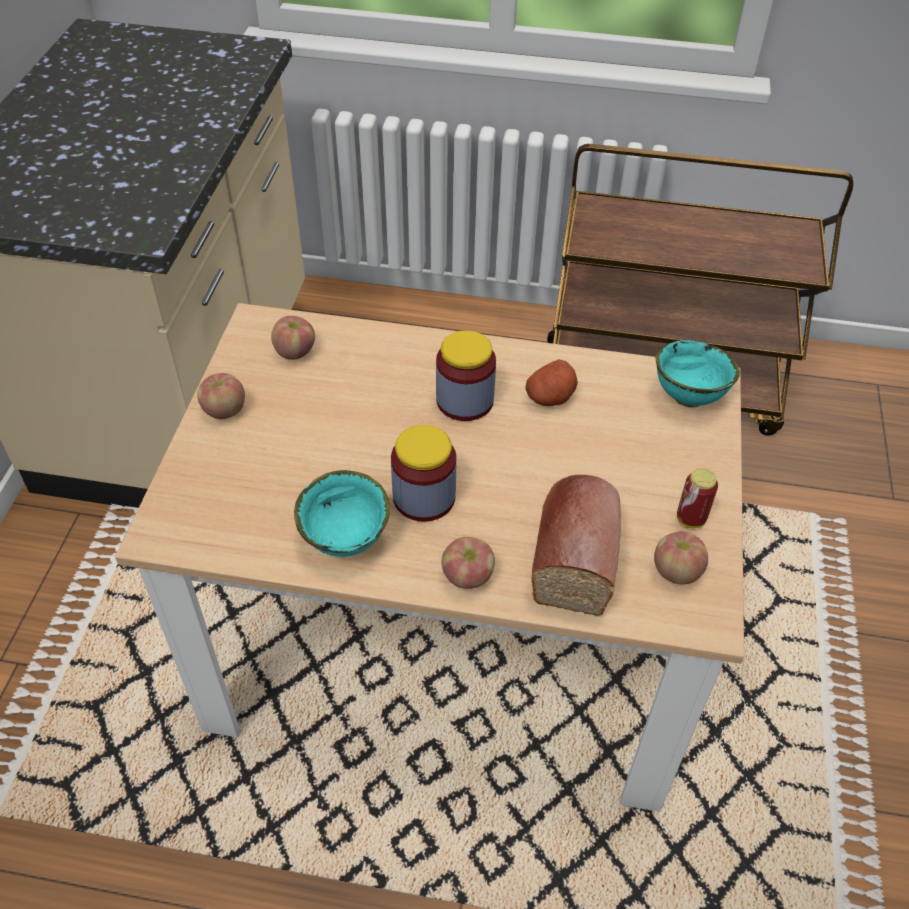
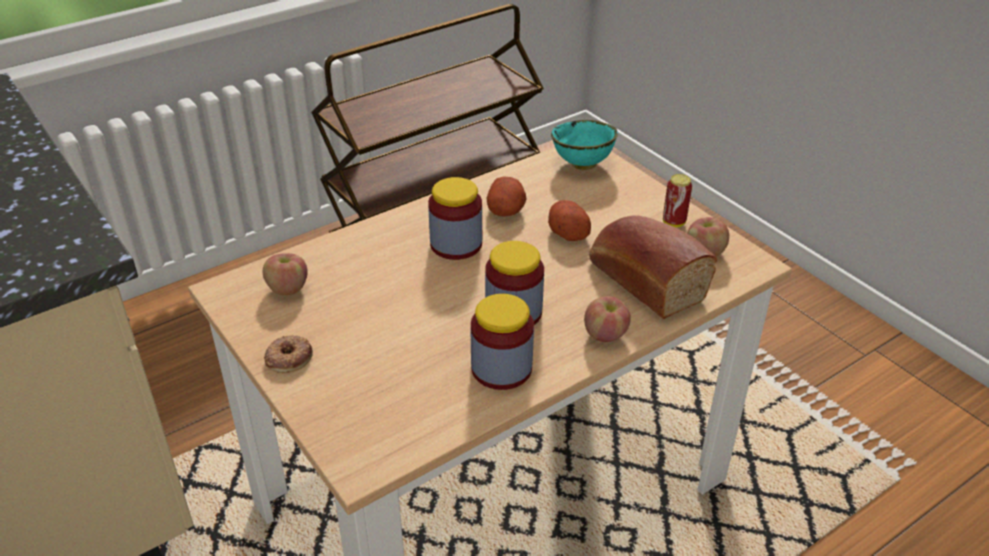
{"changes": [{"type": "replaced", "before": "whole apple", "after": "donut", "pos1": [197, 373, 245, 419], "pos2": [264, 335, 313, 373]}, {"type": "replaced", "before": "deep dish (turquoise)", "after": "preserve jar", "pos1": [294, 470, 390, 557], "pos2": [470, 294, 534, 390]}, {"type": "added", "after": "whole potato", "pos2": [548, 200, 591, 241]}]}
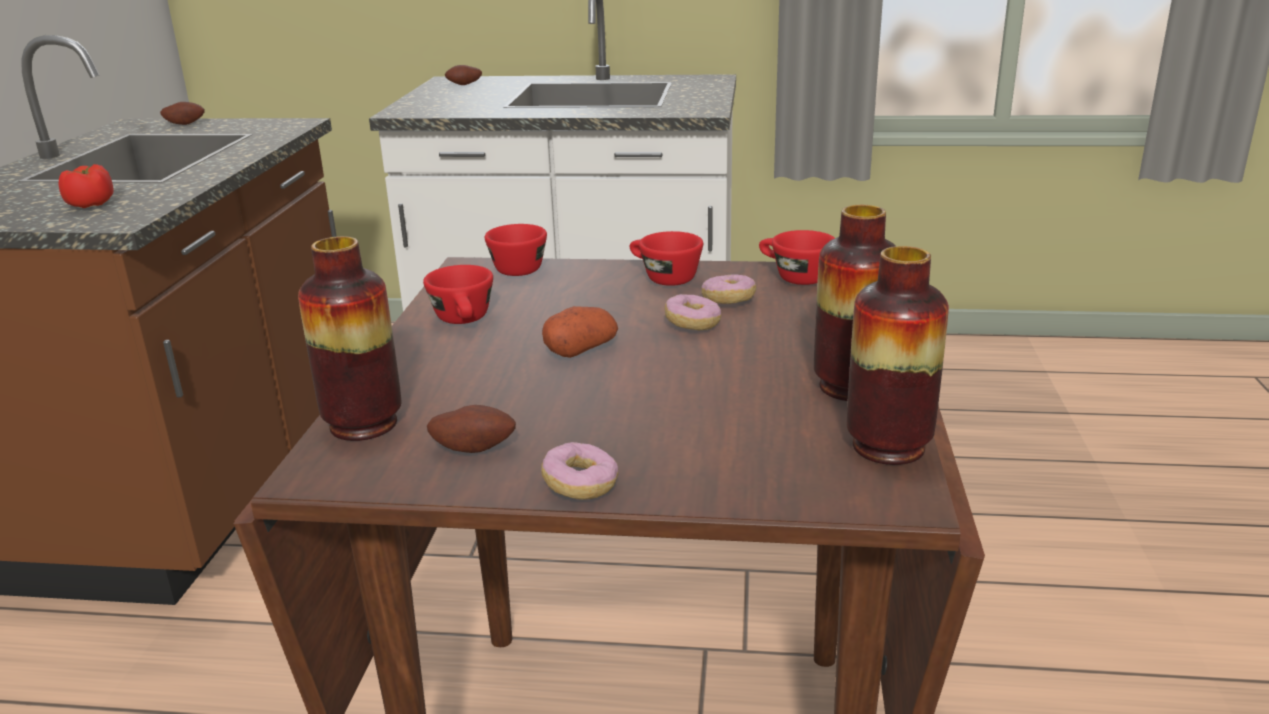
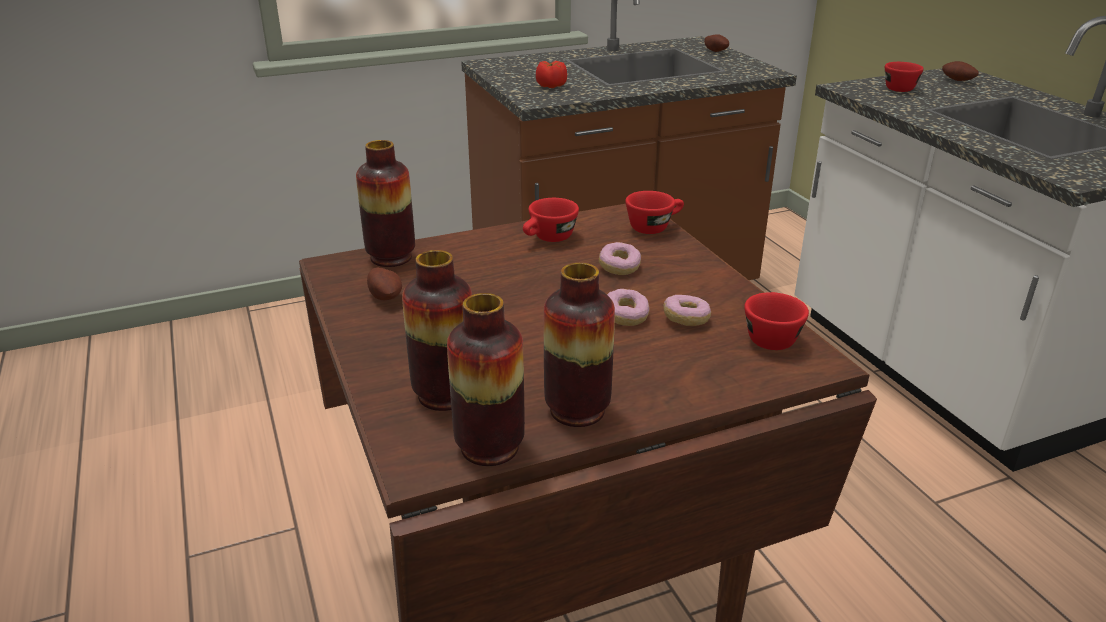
{"changes": [{"type": "moved", "before": "donut", "pos1": [541, 442, 618, 500], "pos2": [599, 242, 641, 275]}, {"type": "removed", "before": "whole potato", "pos1": [542, 306, 618, 358]}, {"type": "moved", "before": "cup (red-coloured)", "pos1": [630, 231, 703, 286], "pos2": [885, 62, 924, 92]}, {"type": "added", "after": "flower vase", "pos2": [402, 250, 472, 411]}]}
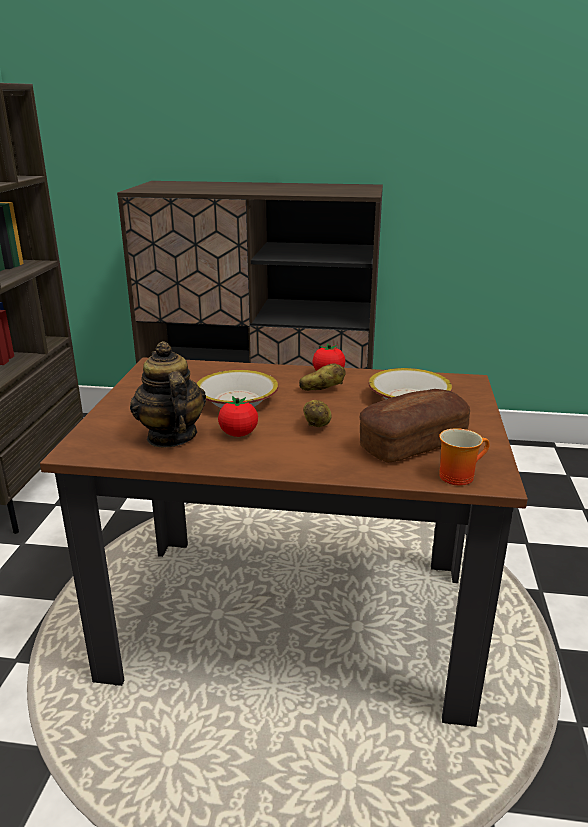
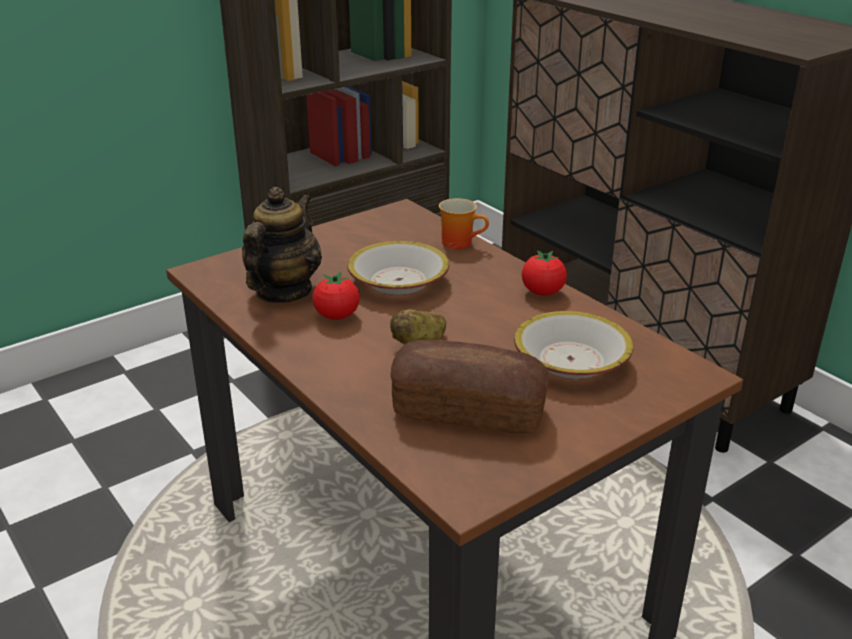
{"changes": [{"type": "removed", "before": "whole potato", "pos1": [299, 363, 346, 391]}, {"type": "moved", "before": "mug", "pos1": [439, 428, 490, 486], "pos2": [439, 198, 489, 249]}]}
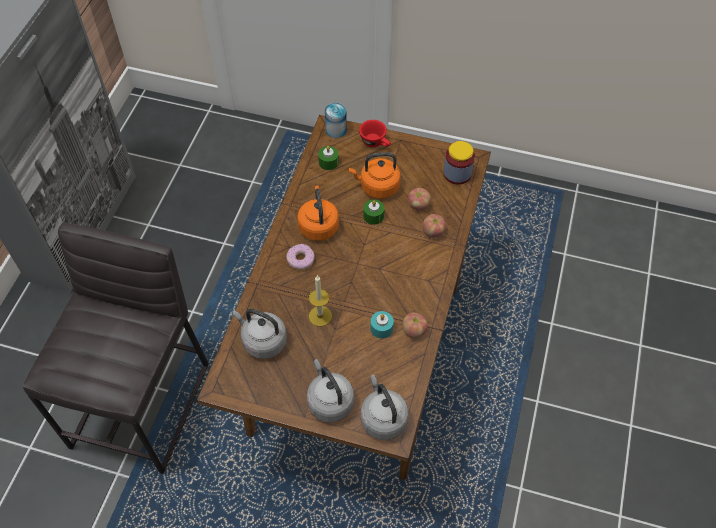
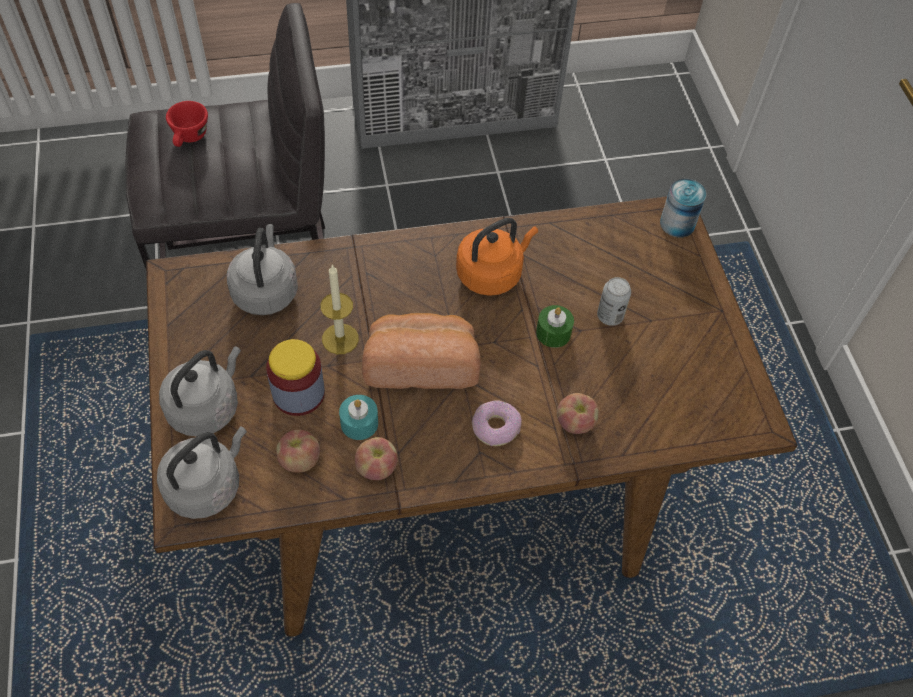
{"changes": [{"type": "moved", "before": "donut", "pos1": [286, 244, 315, 270], "pos2": [472, 401, 522, 446]}, {"type": "removed", "before": "wax light (greenish)", "pos1": [318, 146, 339, 170]}, {"type": "replaced", "before": "tea kettle (orangey)", "after": "sealed can", "pos1": [349, 152, 401, 199], "pos2": [597, 277, 631, 326]}, {"type": "moved", "before": "cup (red-coloured)", "pos1": [359, 120, 391, 147], "pos2": [166, 101, 208, 147]}, {"type": "moved", "before": "whole apple", "pos1": [408, 188, 431, 211], "pos2": [276, 429, 320, 472]}, {"type": "moved", "before": "preserve jar", "pos1": [443, 141, 475, 185], "pos2": [266, 339, 325, 416]}, {"type": "added", "after": "baked bread", "pos2": [362, 313, 481, 389]}]}
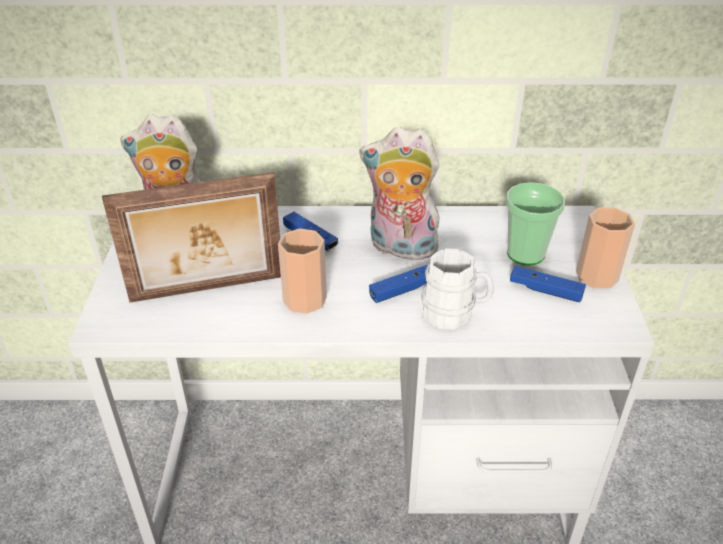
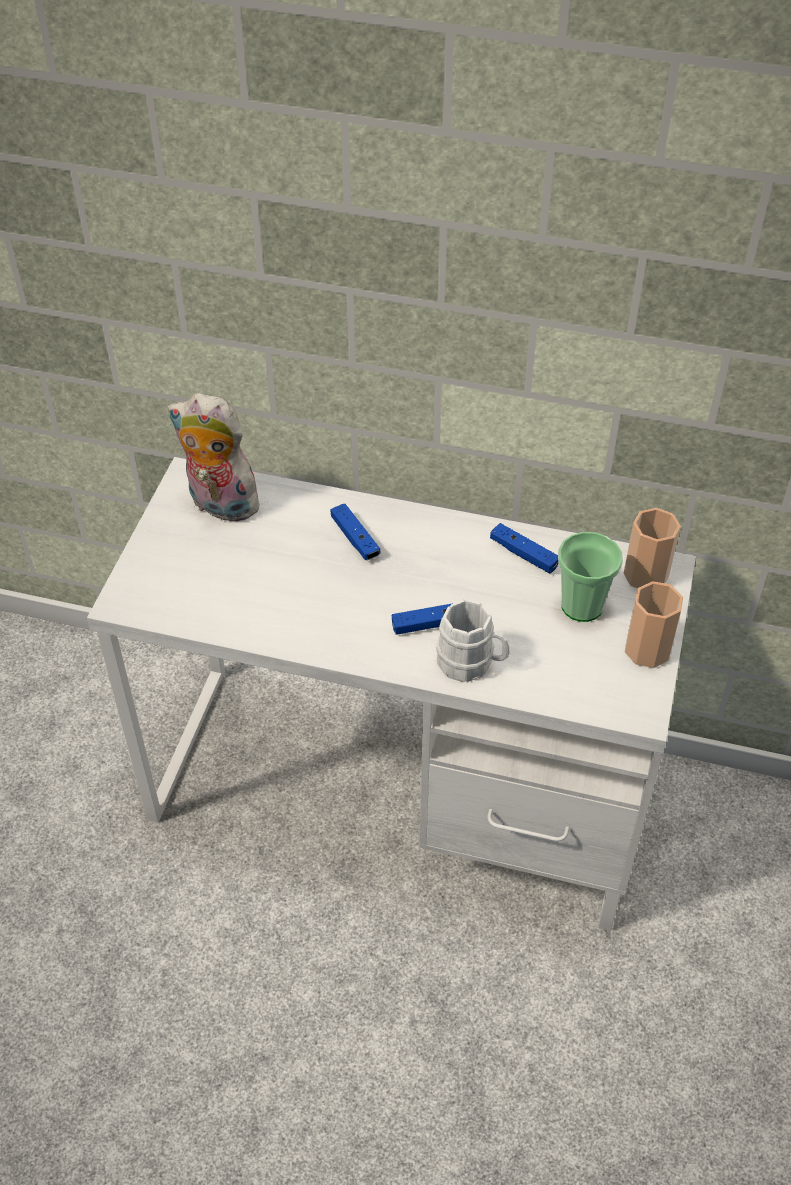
{"changes": [{"type": "removed", "before": "picture frame", "pos1": [102, 172, 281, 303]}, {"type": "moved", "before": "cup", "pos1": [278, 228, 327, 314], "pos2": [624, 508, 681, 589]}, {"type": "removed", "before": "cuddly toy", "pos1": [359, 127, 442, 264]}, {"type": "moved", "before": "gamepad (blue)", "pos1": [510, 266, 586, 302], "pos2": [490, 523, 558, 573]}]}
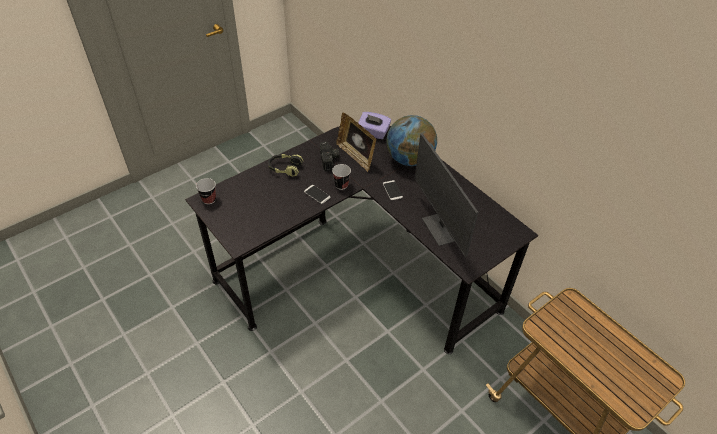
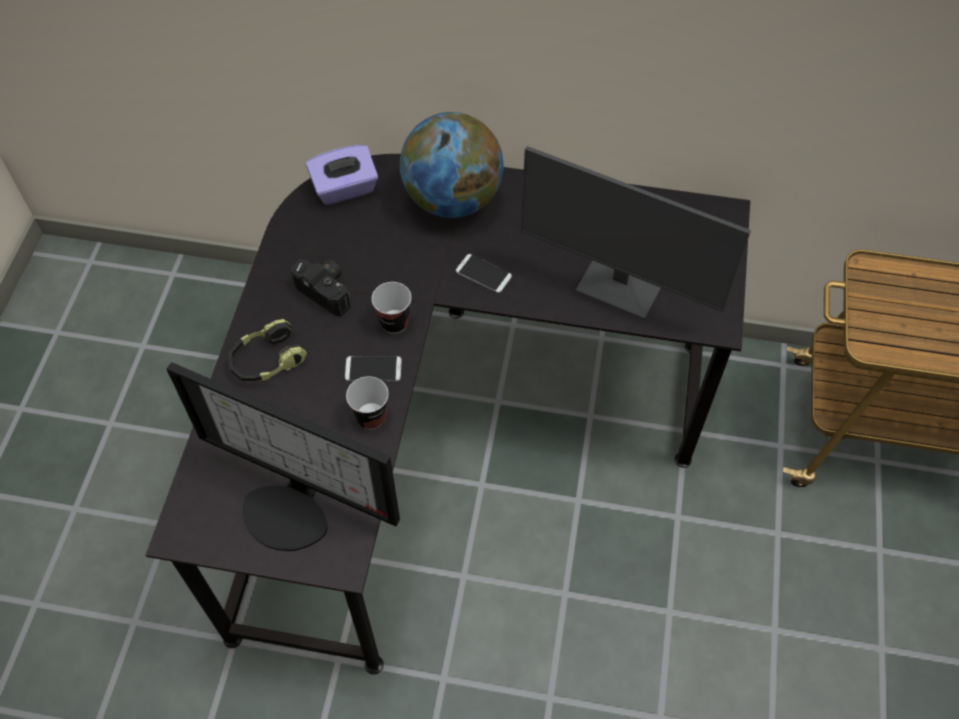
{"changes": [{"type": "moved", "before": "cup", "pos1": [196, 178, 216, 205], "pos2": [346, 376, 389, 429]}, {"type": "removed", "before": "picture frame", "pos1": [336, 113, 376, 172]}, {"type": "added", "after": "computer screen", "pos2": [167, 362, 400, 551]}]}
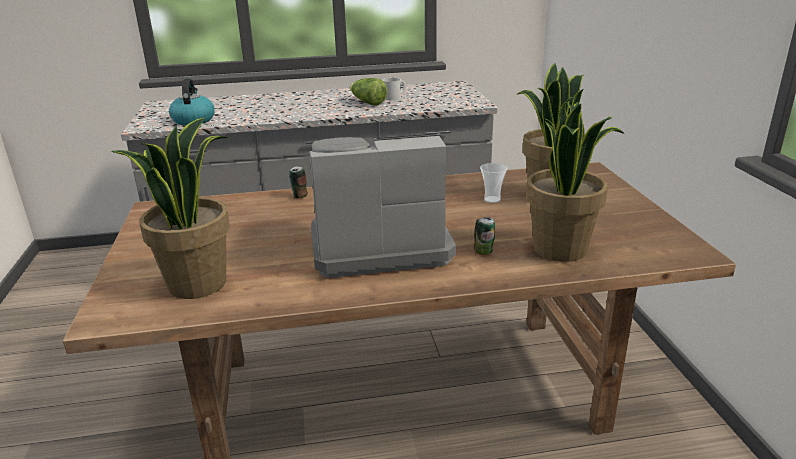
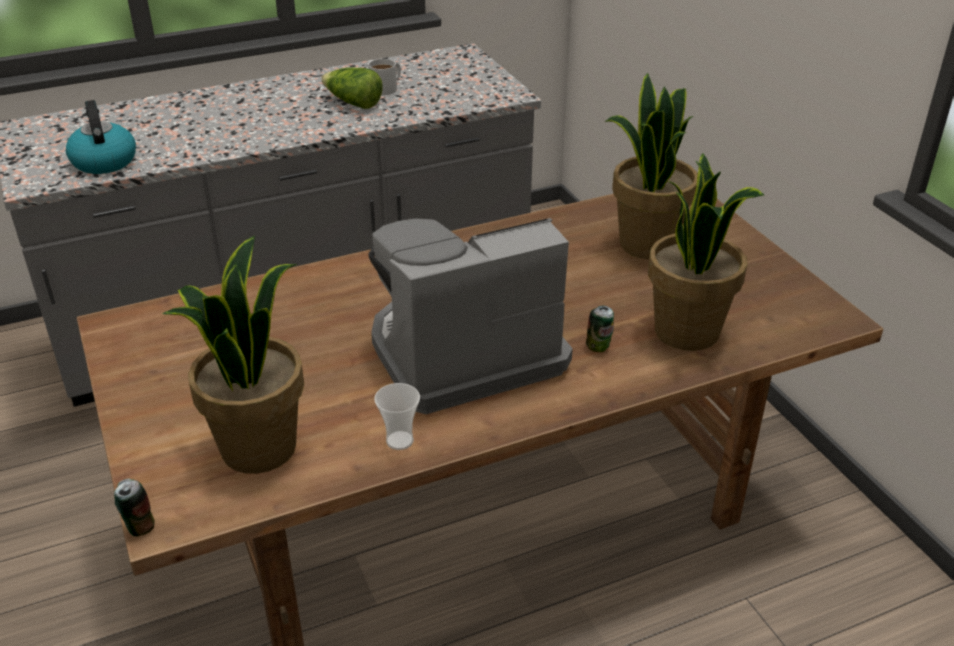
{"changes": [{"type": "moved", "before": "sealed can", "pos1": [289, 166, 308, 198], "pos2": [114, 479, 155, 537]}, {"type": "moved", "before": "cup", "pos1": [480, 163, 508, 203], "pos2": [374, 383, 420, 450]}]}
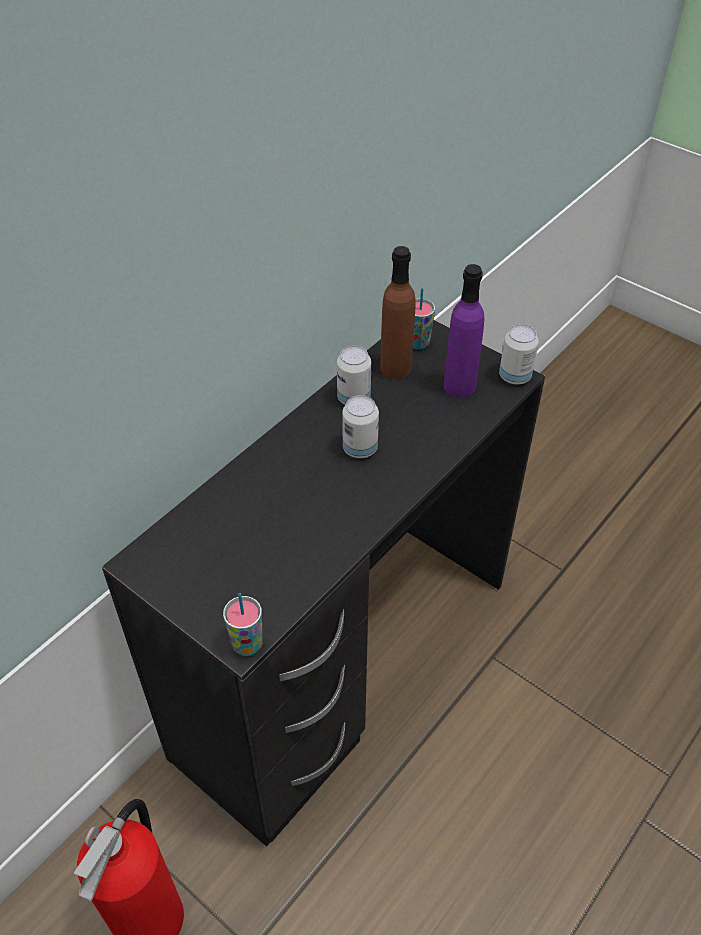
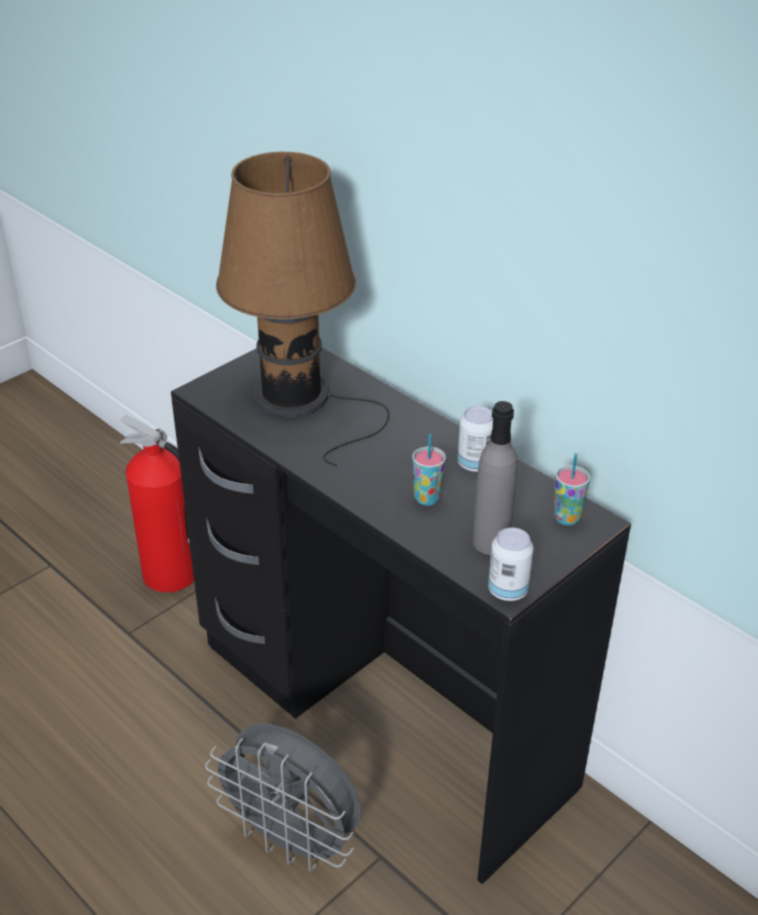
{"changes": [{"type": "moved", "before": "cup", "pos1": [223, 593, 262, 656], "pos2": [412, 434, 446, 506]}, {"type": "removed", "before": "sealed can", "pos1": [342, 395, 379, 458]}, {"type": "removed", "before": "beverage bottle (brown-coloured)", "pos1": [380, 246, 416, 379]}, {"type": "recoloured", "before": "beverage bottle (purple)", "after": "beverage bottle (gray)", "pos1": [444, 264, 484, 398], "pos2": [473, 401, 518, 555]}, {"type": "added", "after": "fan (gray)", "pos2": [205, 724, 361, 871]}, {"type": "added", "after": "tabletop lamp (brown-coloured)", "pos2": [216, 152, 390, 466]}]}
